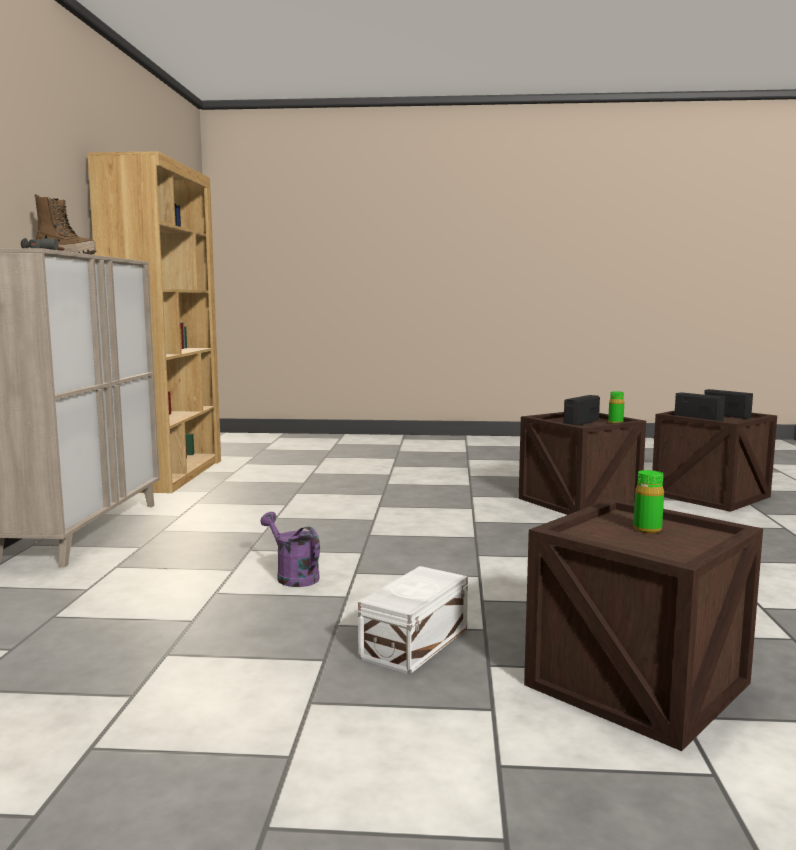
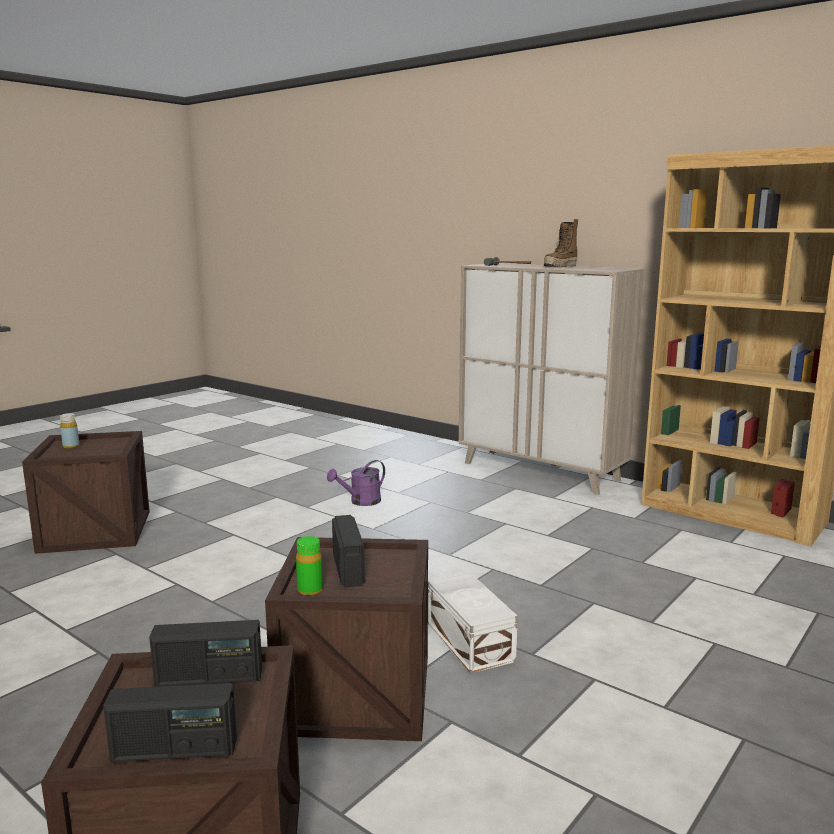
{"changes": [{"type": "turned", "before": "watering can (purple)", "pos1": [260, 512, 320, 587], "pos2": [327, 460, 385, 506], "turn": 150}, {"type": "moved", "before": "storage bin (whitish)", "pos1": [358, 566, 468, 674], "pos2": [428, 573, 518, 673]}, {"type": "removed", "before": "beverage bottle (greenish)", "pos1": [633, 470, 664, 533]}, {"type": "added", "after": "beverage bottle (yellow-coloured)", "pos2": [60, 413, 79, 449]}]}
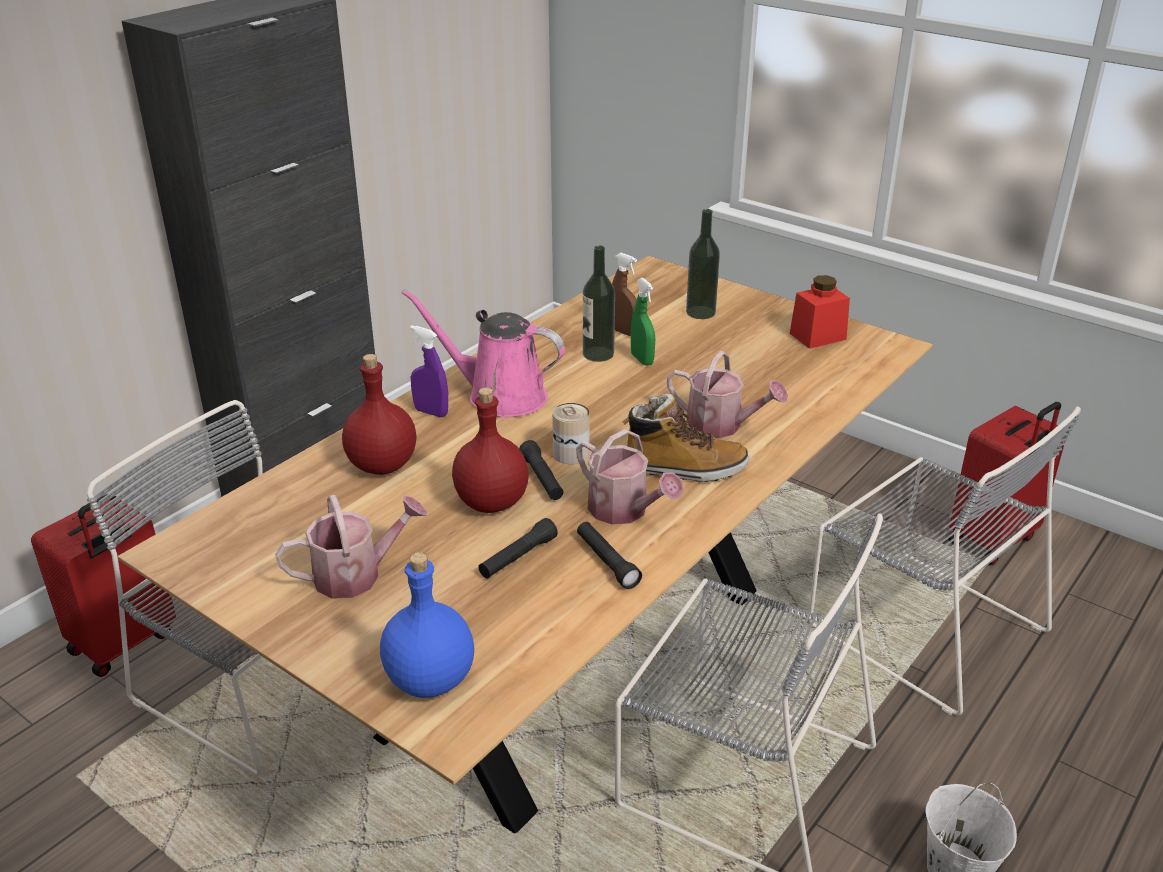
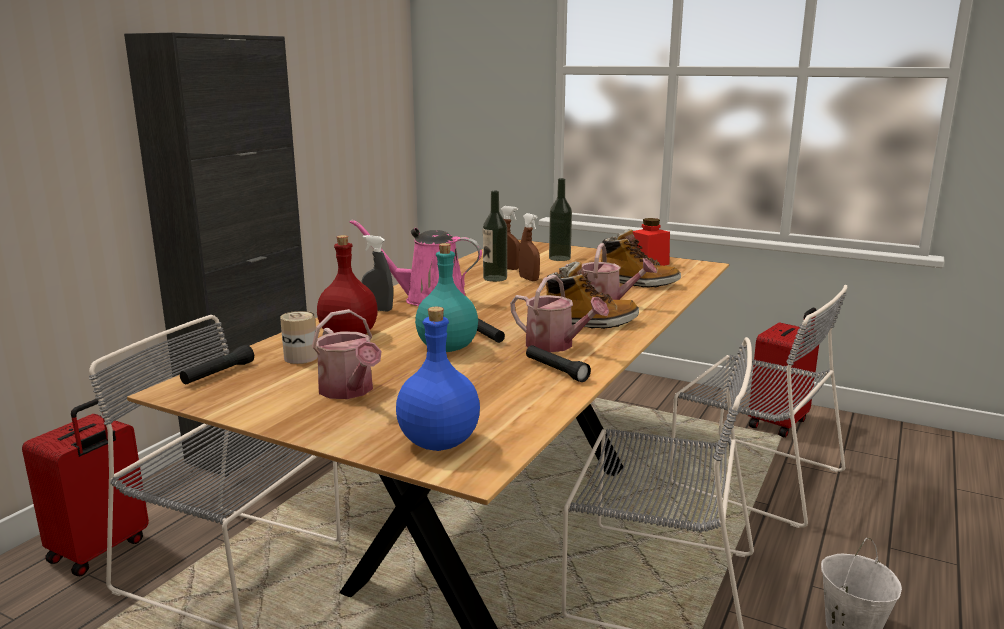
{"changes": [{"type": "turned", "before": "watering can", "pos1": [275, 495, 427, 599], "pos2": [312, 309, 382, 399], "turn": 90}, {"type": "recoloured", "before": "spray bottle (purple)", "after": "spray bottle (gray)", "pos1": [410, 325, 448, 417], "pos2": [362, 235, 393, 311]}, {"type": "recoloured", "before": "beverage bottle (red-coloured)", "after": "beverage bottle (turquoise)", "pos1": [452, 388, 529, 513], "pos2": [415, 243, 478, 352]}, {"type": "moved", "before": "flashlight (blackish)", "pos1": [478, 518, 558, 578], "pos2": [180, 345, 254, 384]}, {"type": "moved", "before": "sealed can", "pos1": [552, 403, 590, 464], "pos2": [280, 311, 318, 364]}, {"type": "recoloured", "before": "spray bottle (greenish)", "after": "spray bottle (brown-coloured)", "pos1": [631, 278, 655, 366], "pos2": [519, 213, 540, 281]}, {"type": "added", "after": "high-top boot", "pos2": [601, 229, 681, 288]}]}
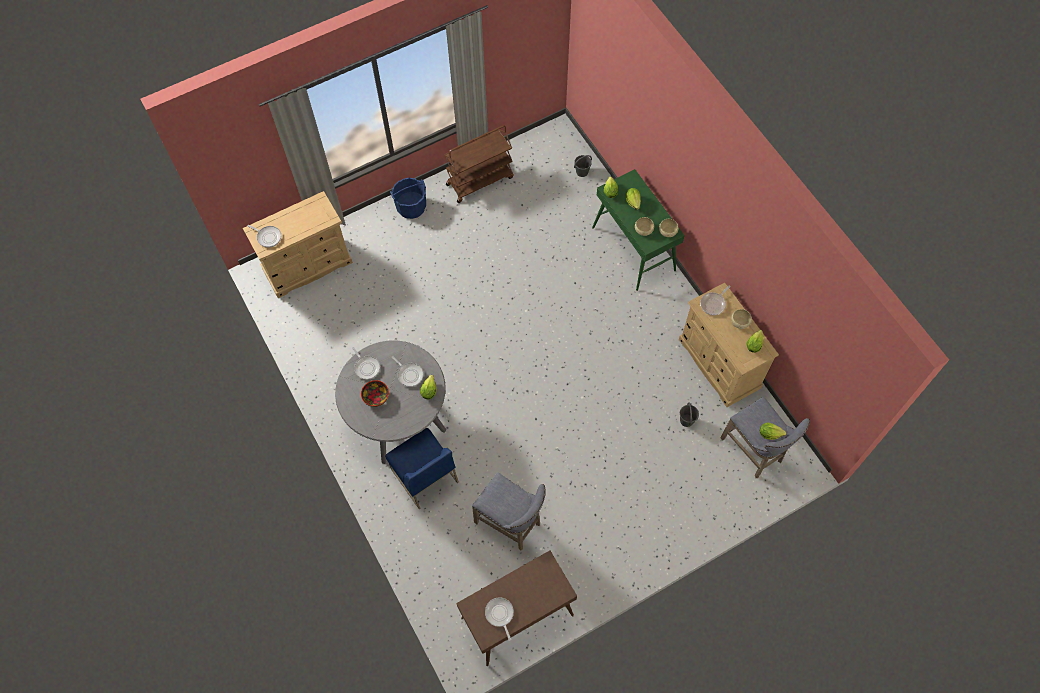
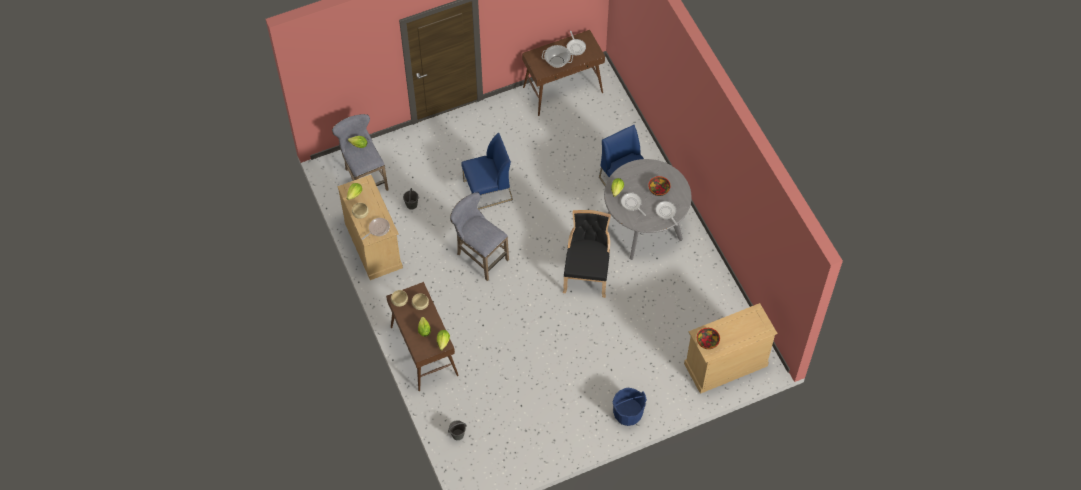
{"changes": [{"type": "removed", "before": "frying pan", "pos1": [248, 225, 281, 248]}, {"type": "removed", "before": "wheeled cart (brown-coloured)", "pos1": [445, 125, 514, 203]}, {"type": "moved", "before": "stool seat (gray)", "pos1": [472, 472, 546, 551], "pos2": [450, 192, 509, 281]}, {"type": "recoloured", "before": "hall table (greenish)", "after": "hall table (brown-coloured)", "pos1": [592, 169, 685, 291], "pos2": [386, 282, 459, 391]}, {"type": "added", "after": "plain chair (blue)", "pos2": [461, 133, 513, 210]}, {"type": "added", "after": "saucepot", "pos2": [542, 45, 573, 68]}, {"type": "added", "after": "plain chair (blackish)", "pos2": [563, 210, 611, 298]}, {"type": "added", "after": "deep dish", "pos2": [697, 328, 720, 349]}]}
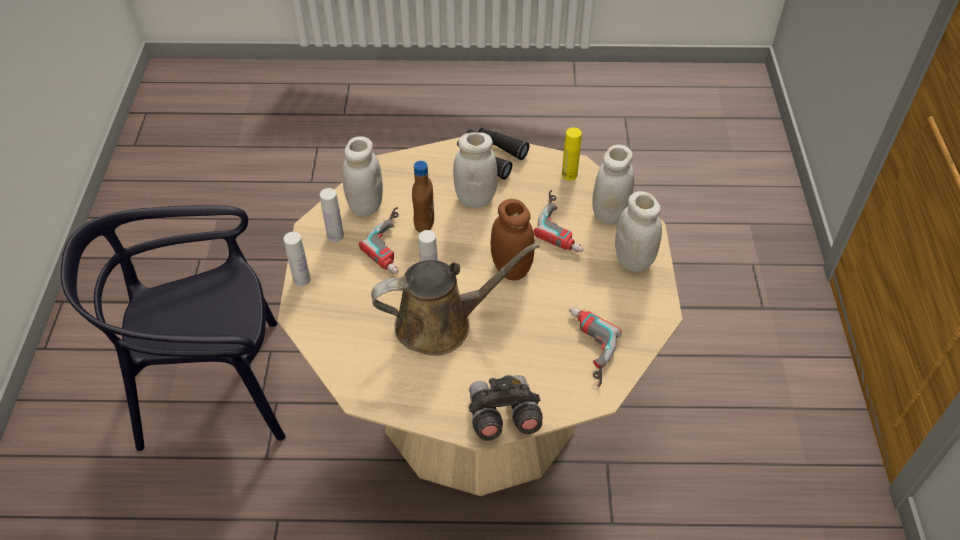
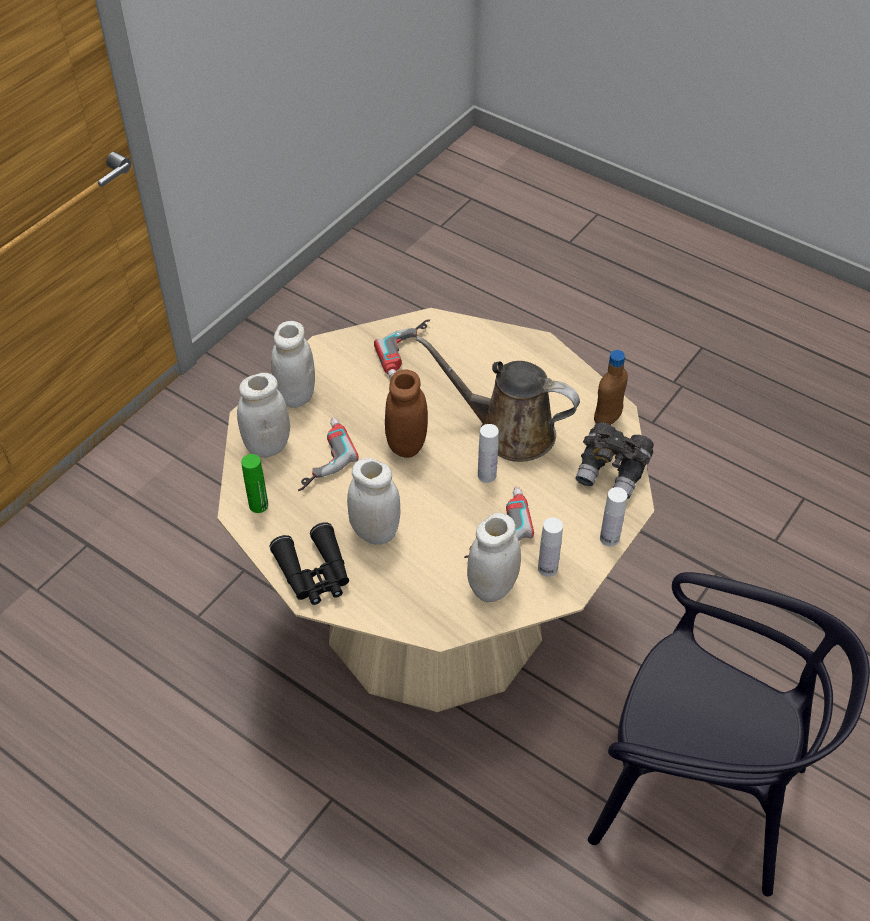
{"changes": [{"type": "moved", "before": "beverage bottle (brown-coloured)", "pos1": [412, 161, 434, 233], "pos2": [594, 350, 628, 425]}, {"type": "moved", "before": "field glasses (gray)", "pos1": [469, 375, 543, 441], "pos2": [575, 422, 654, 499]}, {"type": "recoloured", "before": "beverage bottle (yellow-coloured)", "after": "beverage bottle (greenish)", "pos1": [562, 127, 582, 181], "pos2": [241, 454, 268, 513]}]}
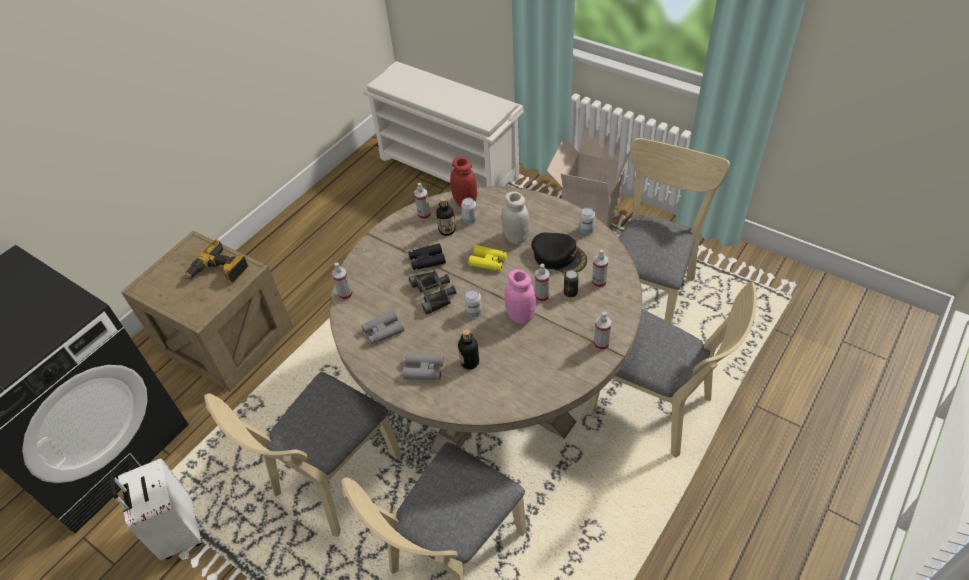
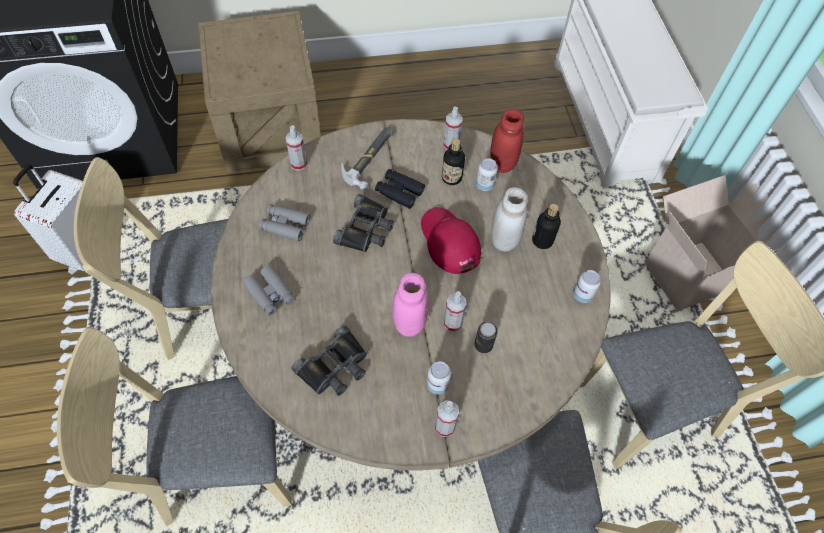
{"changes": [{"type": "removed", "before": "electric drill", "pos1": [185, 240, 248, 282]}, {"type": "moved", "before": "beverage bottle", "pos1": [458, 329, 479, 369], "pos2": [532, 204, 561, 249]}, {"type": "moved", "before": "sealed can", "pos1": [464, 289, 482, 317], "pos2": [427, 361, 451, 394]}, {"type": "replaced", "before": "field glasses (yellow-coloured)", "after": "cap (red-coloured)", "pos1": [468, 245, 507, 271], "pos2": [421, 207, 481, 274]}, {"type": "removed", "before": "cap (blackish)", "pos1": [531, 233, 587, 273]}, {"type": "removed", "before": "spray bottle", "pos1": [592, 249, 608, 288]}, {"type": "added", "after": "field glasses (blackish)", "pos2": [292, 326, 367, 396]}, {"type": "added", "after": "hammer", "pos2": [341, 127, 394, 191]}]}
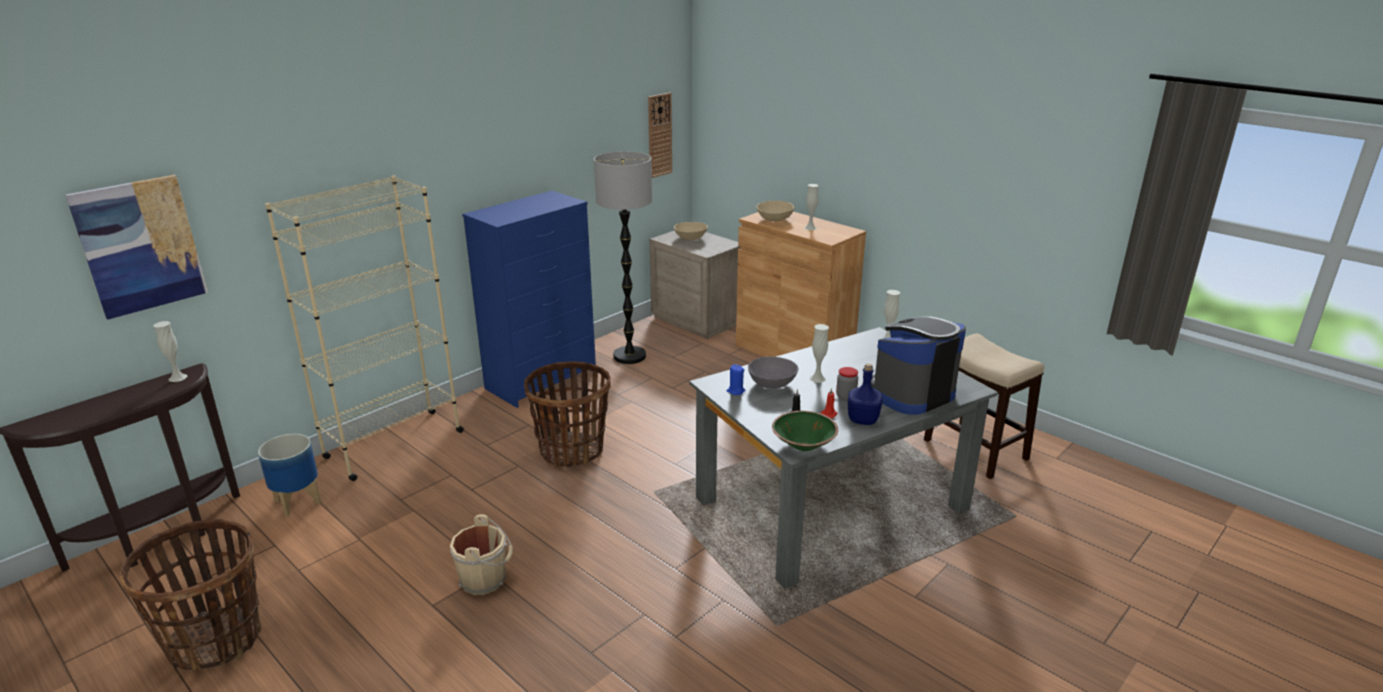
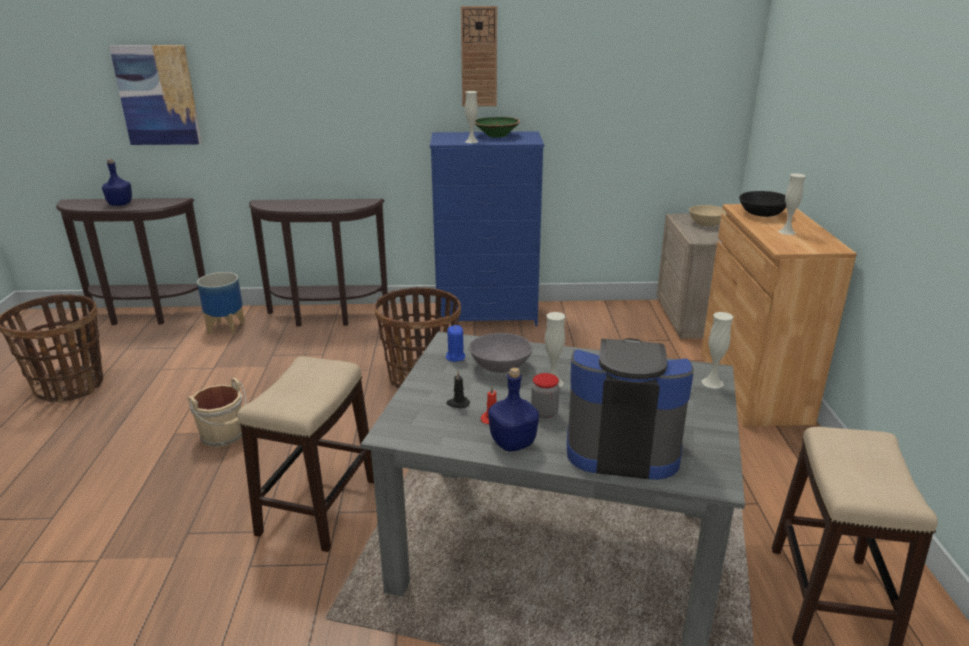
{"changes": [{"type": "moved", "before": "flower vase (whitish)", "pos1": [153, 321, 188, 382], "pos2": [465, 91, 479, 143]}, {"type": "replaced", "before": "bookcase (sand-coloured)", "after": "hall table (brown-coloured)", "pos1": [265, 176, 464, 481], "pos2": [249, 199, 389, 326]}, {"type": "removed", "before": "standing lamp", "pos1": [594, 151, 652, 364]}, {"type": "moved", "before": "wall clock", "pos1": [648, 93, 672, 178], "pos2": [461, 6, 497, 107]}, {"type": "recoloured", "before": "deep dish (sand-coloured)", "after": "deep dish (blackish)", "pos1": [756, 201, 794, 221], "pos2": [739, 191, 786, 217]}, {"type": "moved", "before": "deep dish (greenish)", "pos1": [772, 411, 838, 451], "pos2": [474, 117, 520, 138]}, {"type": "added", "after": "beverage bottle (blue)", "pos2": [102, 159, 132, 206]}, {"type": "added", "after": "stool seat", "pos2": [237, 356, 374, 552]}]}
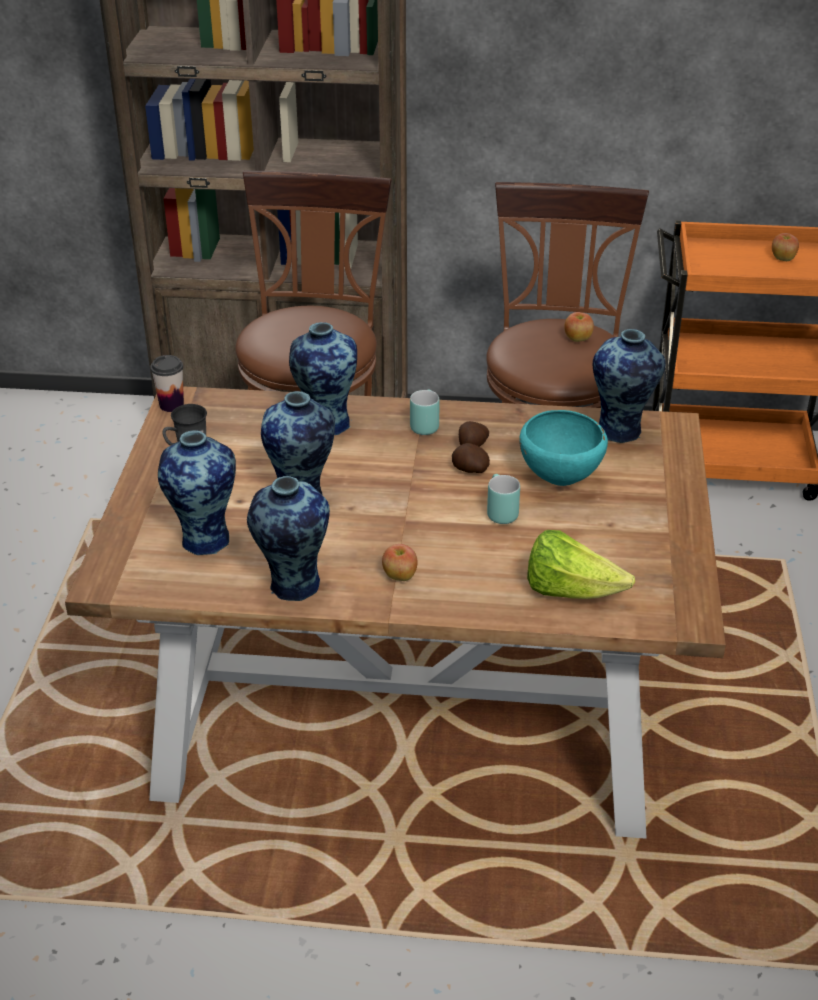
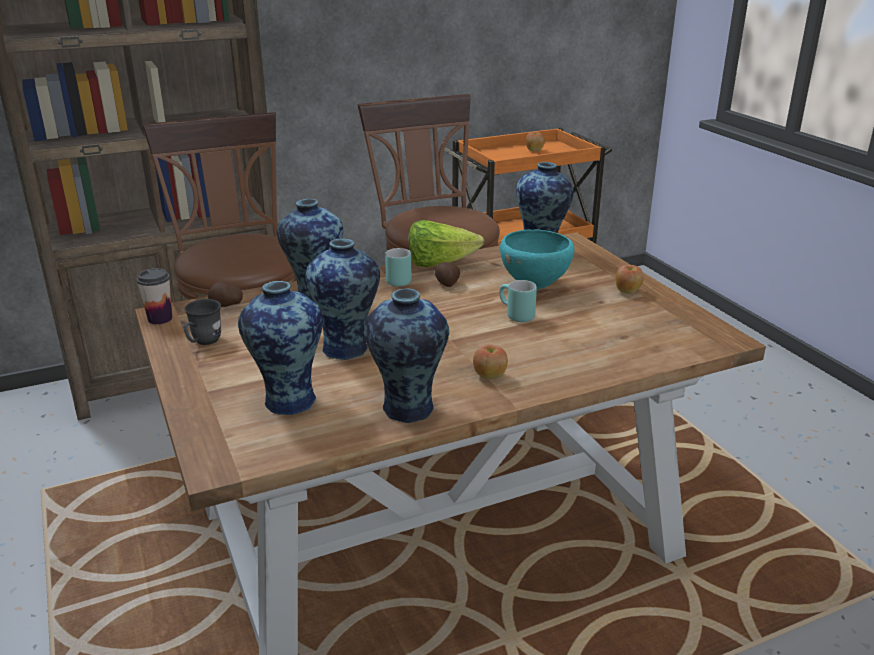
{"changes": [{"type": "moved", "before": "whole potato", "pos1": [452, 443, 490, 473], "pos2": [207, 281, 243, 307]}, {"type": "moved", "before": "lettuce", "pos1": [527, 530, 635, 599], "pos2": [409, 220, 484, 267]}, {"type": "moved", "before": "whole apple", "pos1": [564, 312, 594, 342], "pos2": [615, 265, 644, 294]}]}
